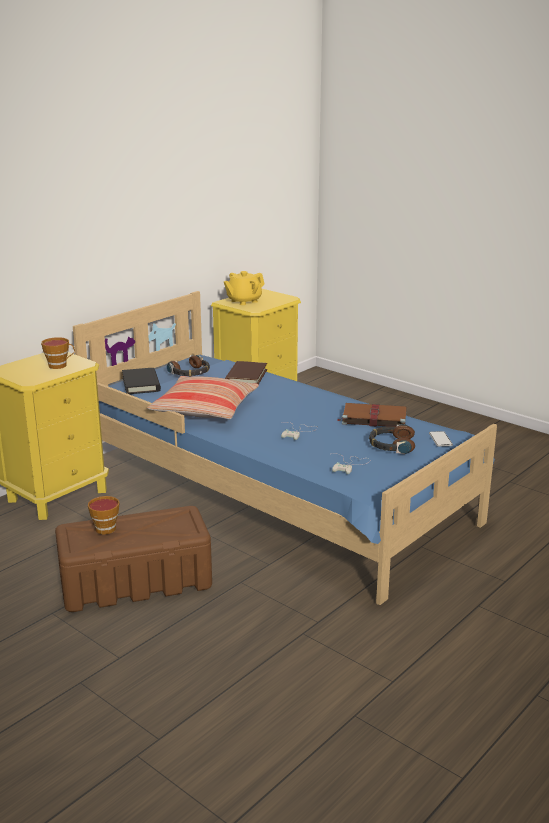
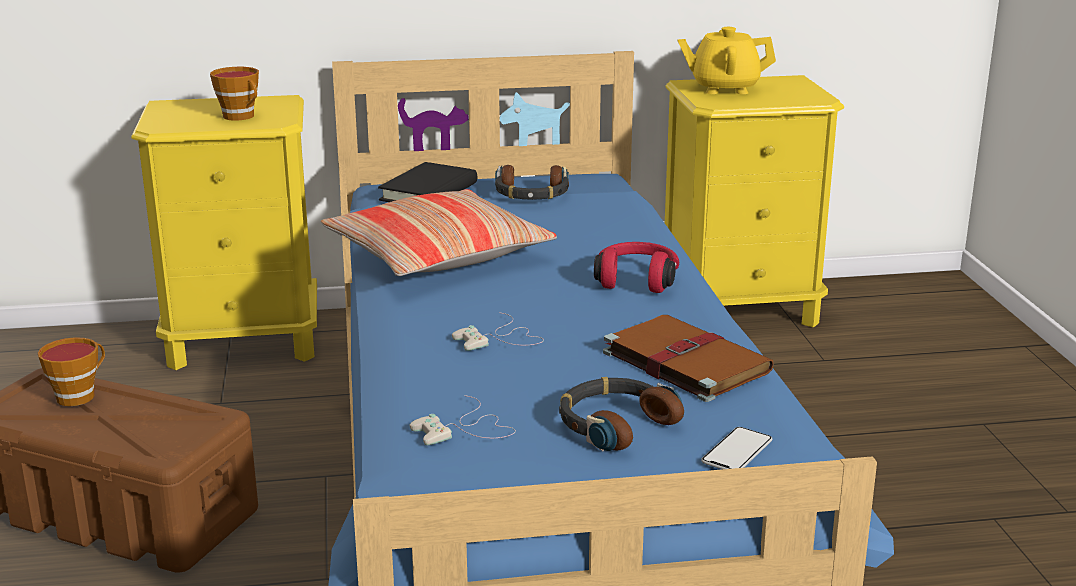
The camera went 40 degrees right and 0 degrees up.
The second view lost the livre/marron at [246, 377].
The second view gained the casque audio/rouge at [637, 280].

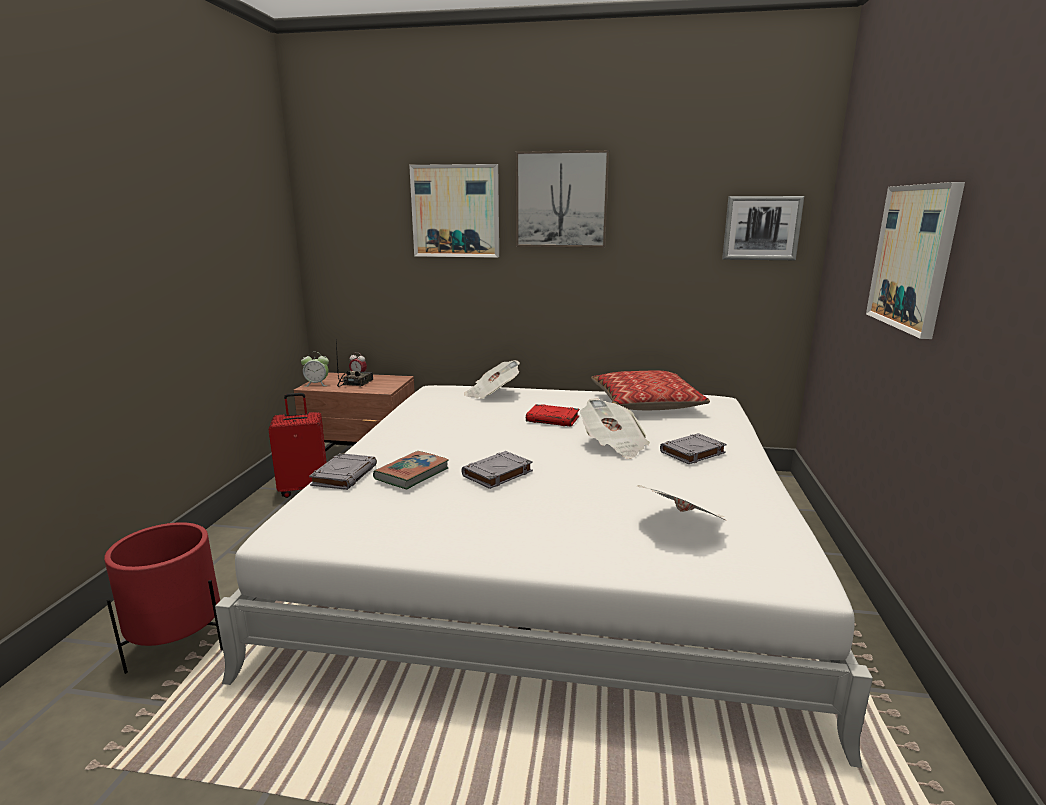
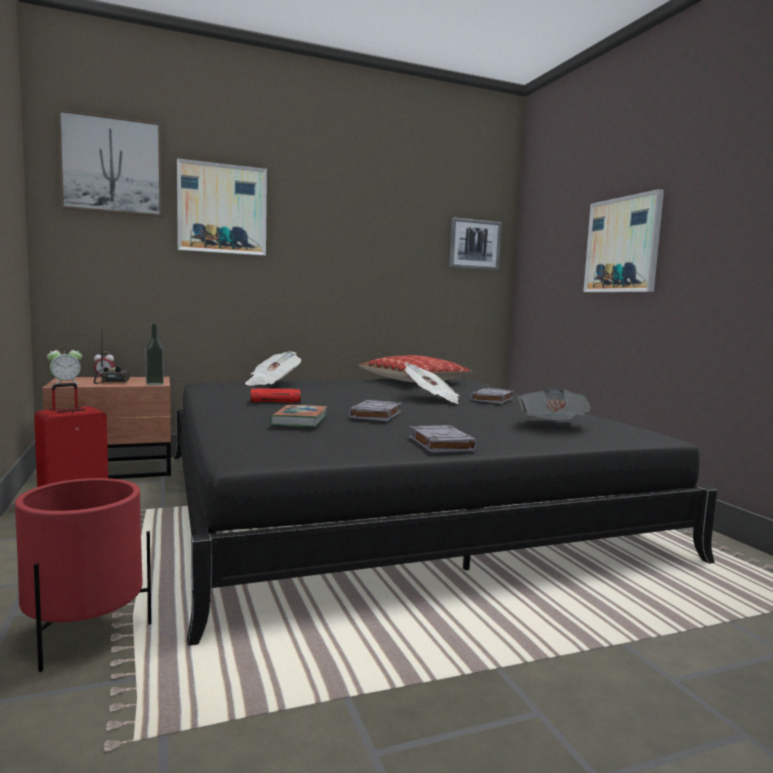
The camera went 30 degrees left and 10 degrees down.
The tableau ended up elsewhere, having gone from [561, 200] to [112, 165].
What was the lit/blanc at [553, 546] turned into the lit/noir at [387, 500].
The livre/rouge ended up elsewhere, having gone from [553, 419] to [276, 400].
The livre/gris ended up elsewhere, having gone from [344, 475] to [441, 444].
The second view gained the bouteille at [154, 384].

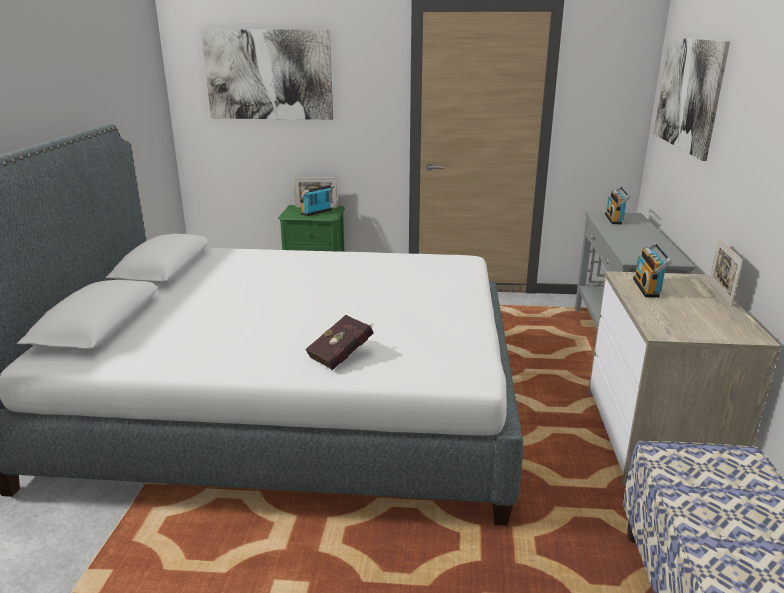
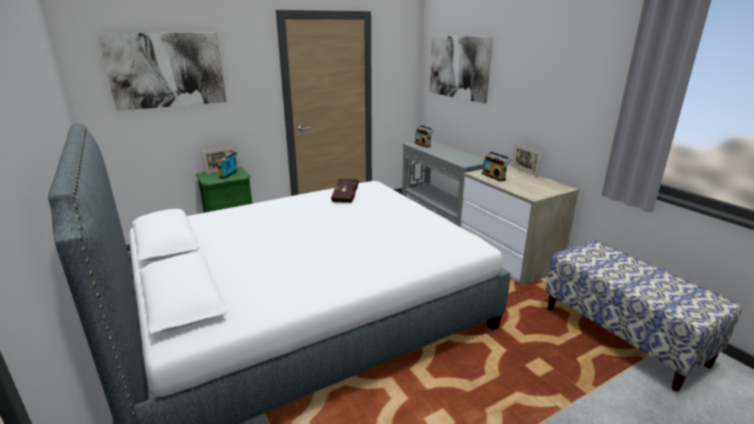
The camera went 35 degrees left and 0 degrees up.
The livre/rouge ended up elsewhere, having gone from [343, 355] to [346, 197].

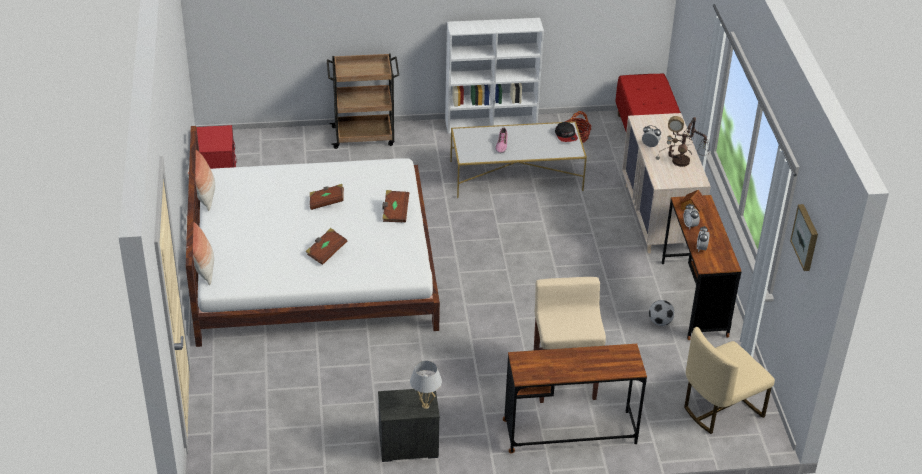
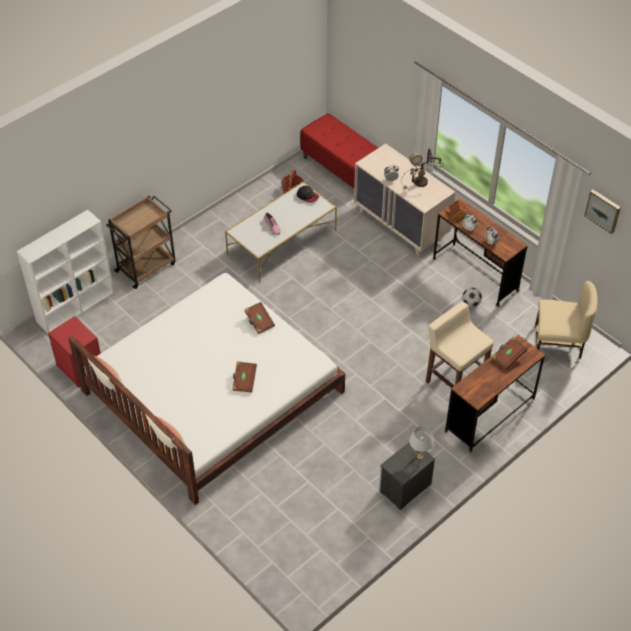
The camera went 35 degrees left and 10 degrees up.
The bibliothèque/blanc ended up elsewhere, having gone from [492, 124] to [76, 306].
The livre/marron ended up elsewhere, having gone from [326, 202] to [508, 357].
The chaise/beige at [720, 409] ended up facing another way, 105 degrees counterclockwise from before.

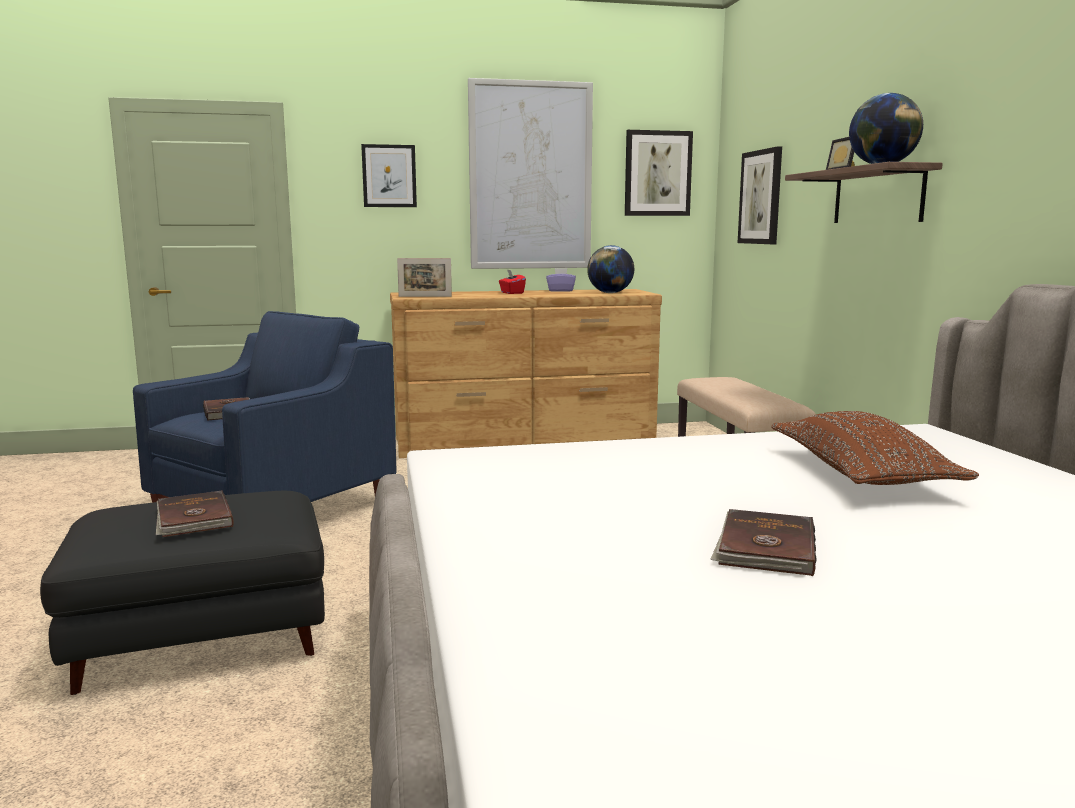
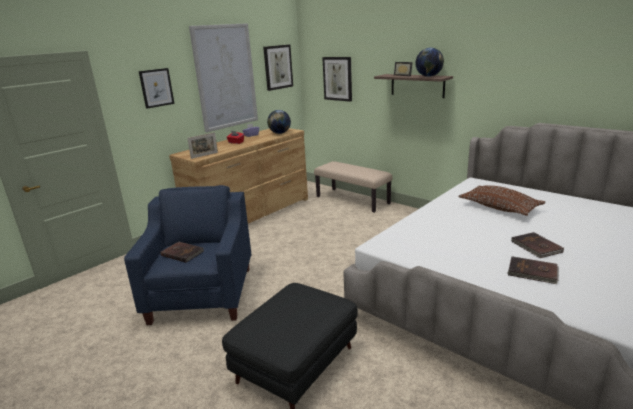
The camera went 35 degrees left and 10 degrees up.
The livre/marron ended up elsewhere, having gone from [193, 518] to [532, 272].

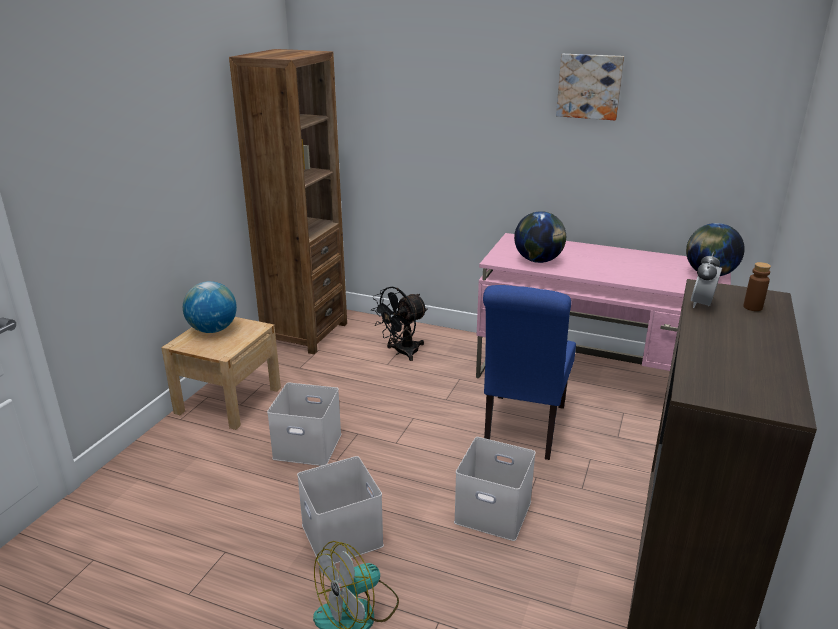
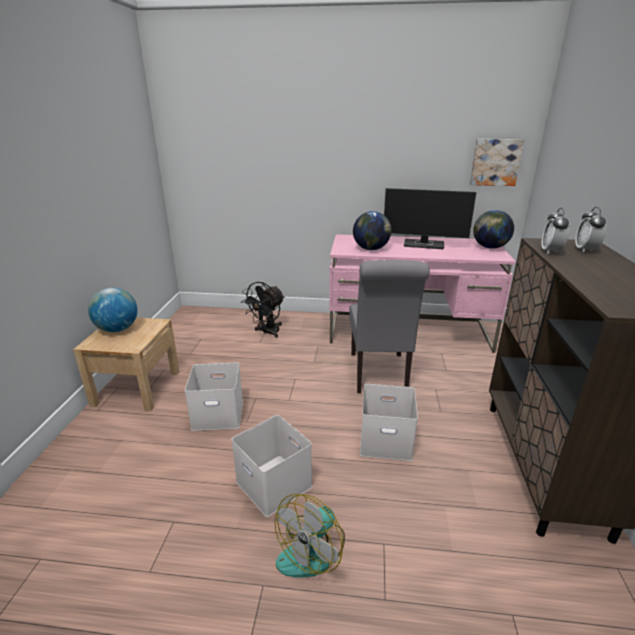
The camera went 15 degrees left and 0 degrees up.
The second view lost the bibliothèque/marron at [305, 333].
The tableau ended up elsewhere, having gone from [589, 86] to [495, 162].
Where the bouteille/marron stood at [752, 307], the réveil came to stand at [585, 250].
What was the chaise/bleu at [522, 430] turned into the chaise/gris at [379, 375].
The second view gained the écran d'ordinateur at [424, 244].

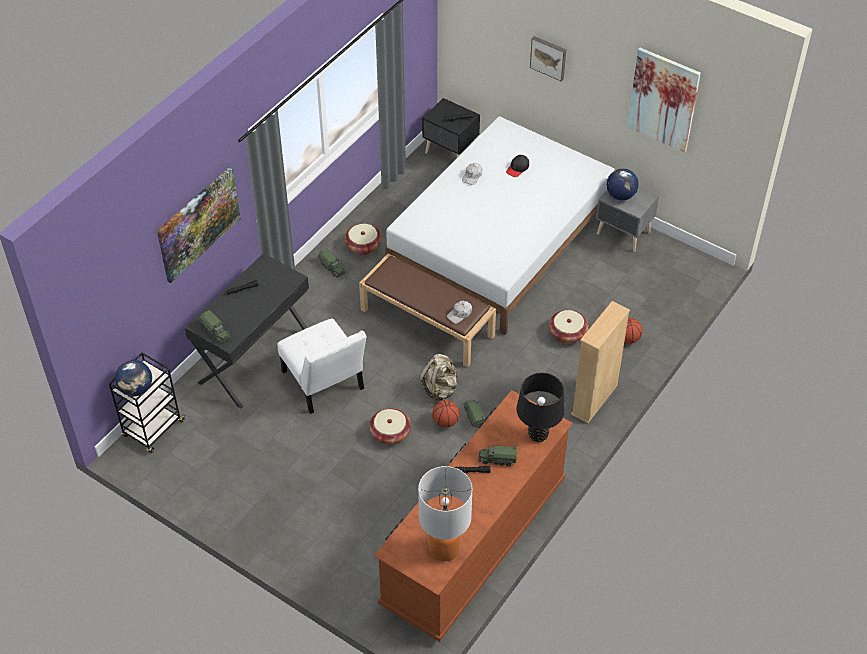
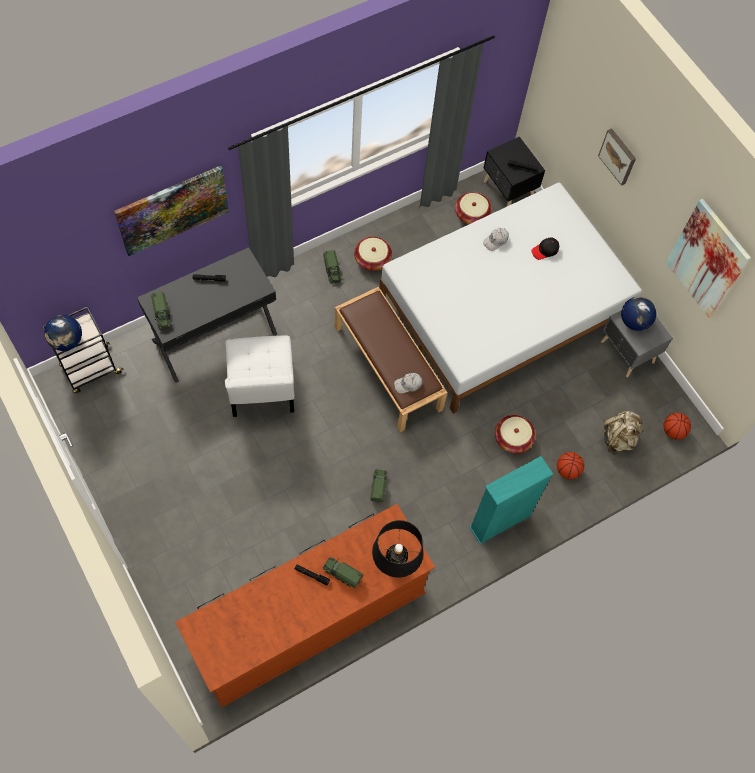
The camera went 20 degrees right and 15 degrees up.
What was the bibliothèque/beige at [594, 399] turned into the bibliothèque/turquoise at [500, 521].
The sac à dos/beige ended up elsewhere, having gone from [440, 389] to [618, 438].
The ballon de basket ended up elsewhere, having gone from [445, 422] to [673, 431].
The panier ended up elsewhere, having gone from [390, 433] to [472, 215].
The second view lost the lampe de table at [444, 548].

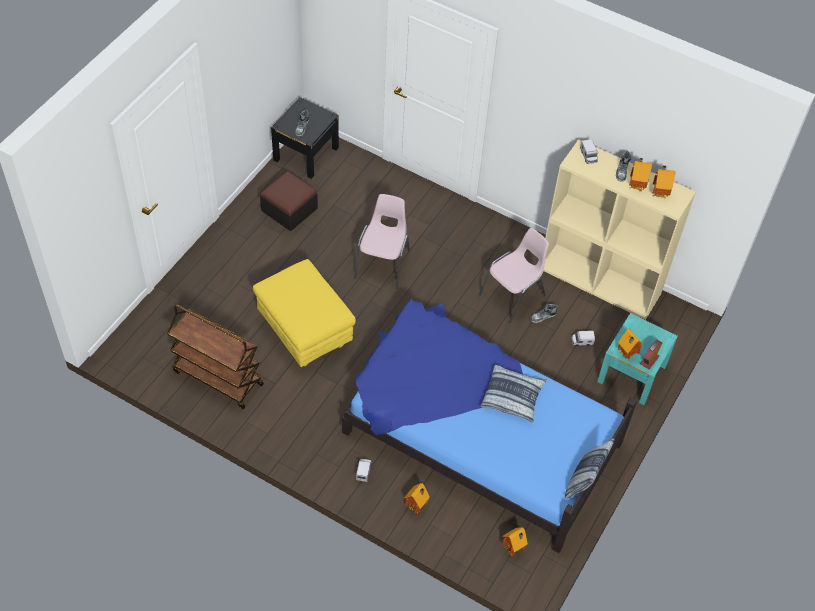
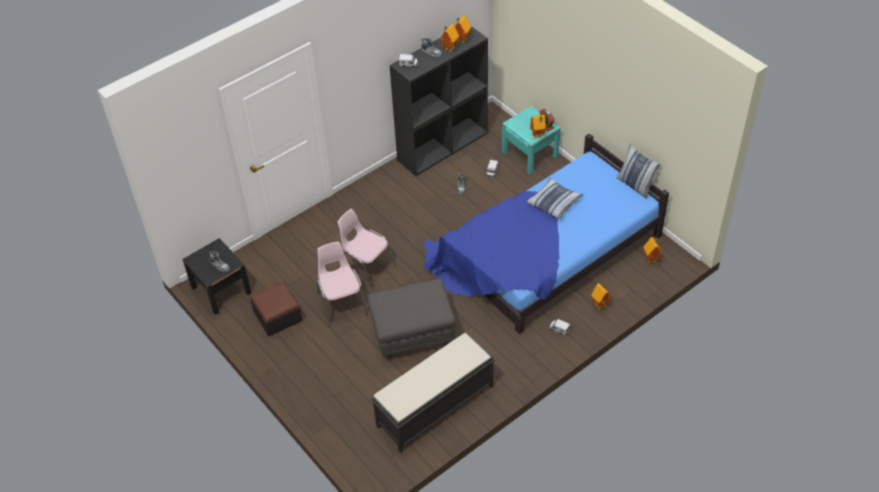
The camera went 65 degrees left and 5 degrees down.
What was the bibliothèque/beige at [601, 281] turned into the bibliothèque/noir at [443, 146].
The chaise/rose ended up elsewhere, having gone from [513, 295] to [342, 303].
What was the pouf/jaune at [304, 332] turned into the pouf/gris at [412, 336].
Where the chariot/marron stood at [217, 378], the banc/noir came to stand at [434, 406].

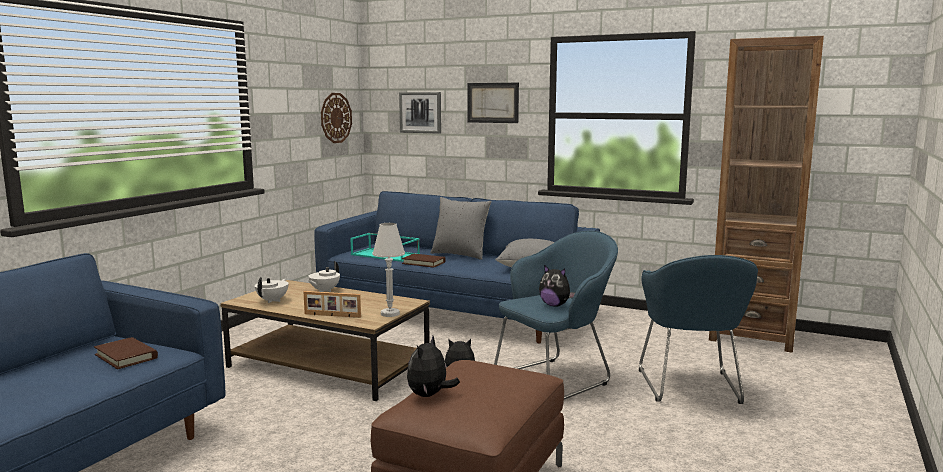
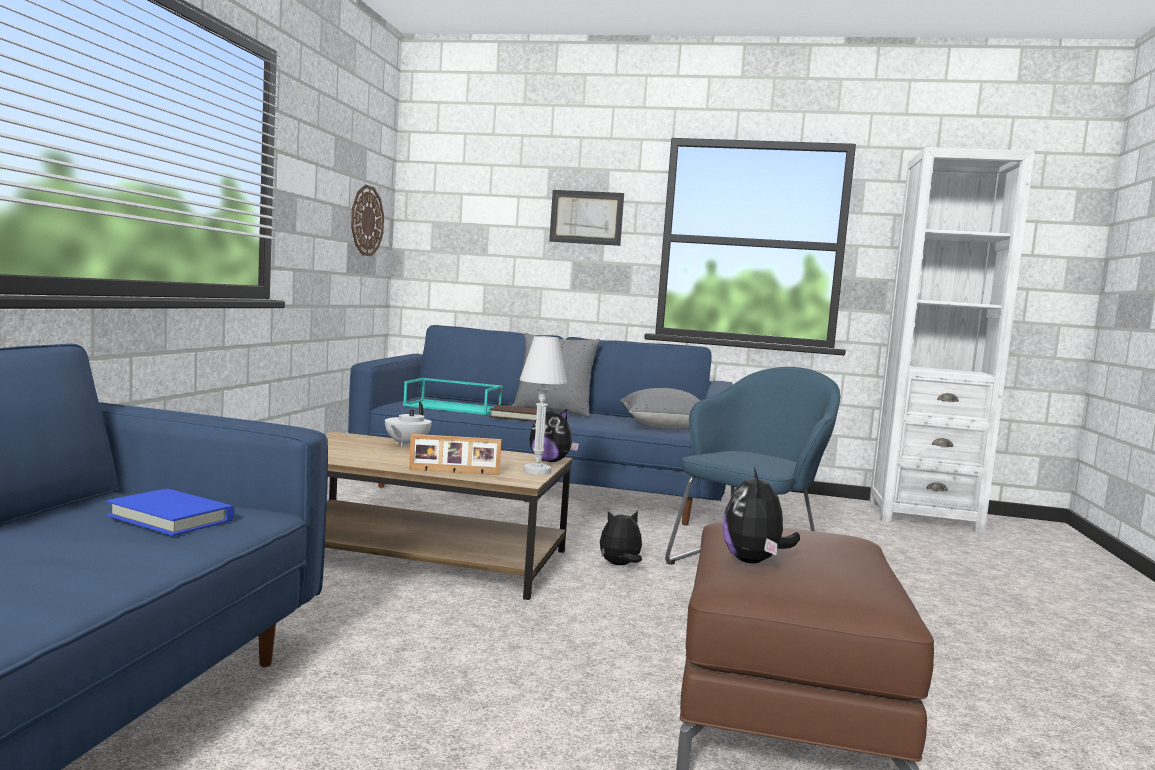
The camera went 15 degrees left and 5 degrees down.
What was the bibliothèque/marron at [752, 336] turned into the bibliothèque/blanc at [923, 516].
The second view lost the tableau at [420, 112].
The second view lost the fauteuil/bleu at [691, 388].
The peluche ended up elsewhere, having gone from [555, 305] to [550, 461].
The second view lost the théière/blanc at [273, 300].
What was the livre/marron at [126, 356] turned into the livre/bleu at [171, 518].

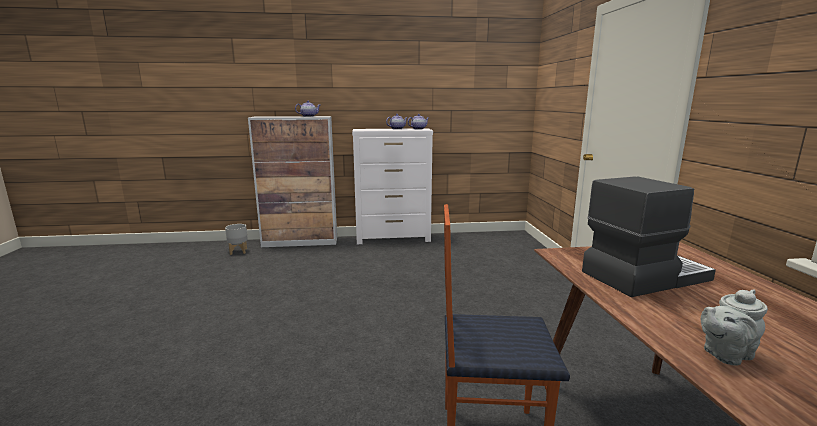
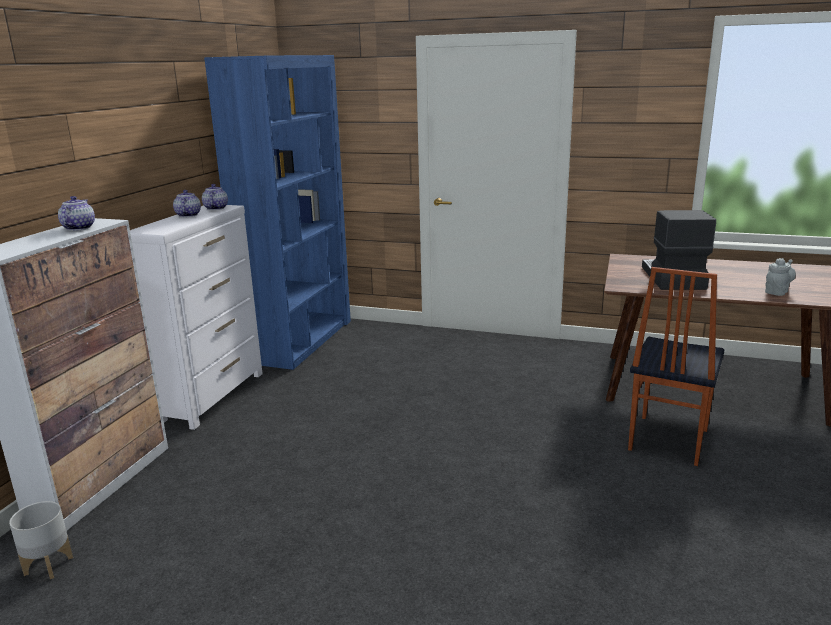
The camera went 65 degrees left and 5 degrees up.
The théière/gris at [725, 354] ended up facing another way, 135 degrees counterclockwise from before.
The second view gained the bibliothèque/bleu at [300, 340].

